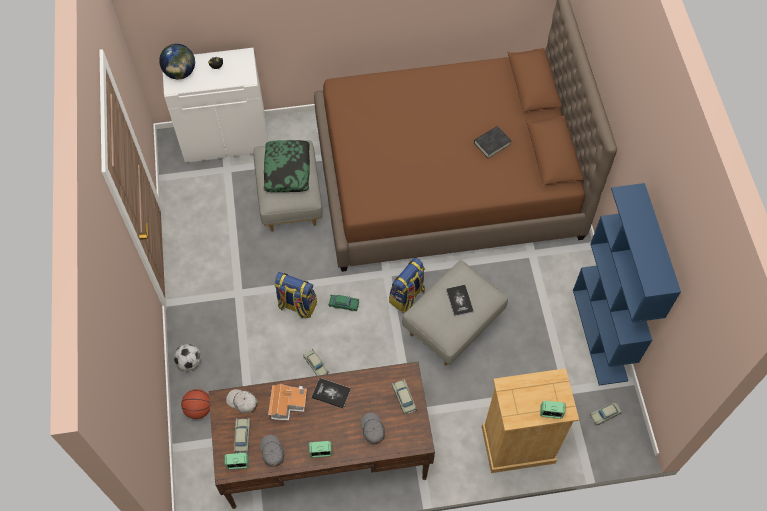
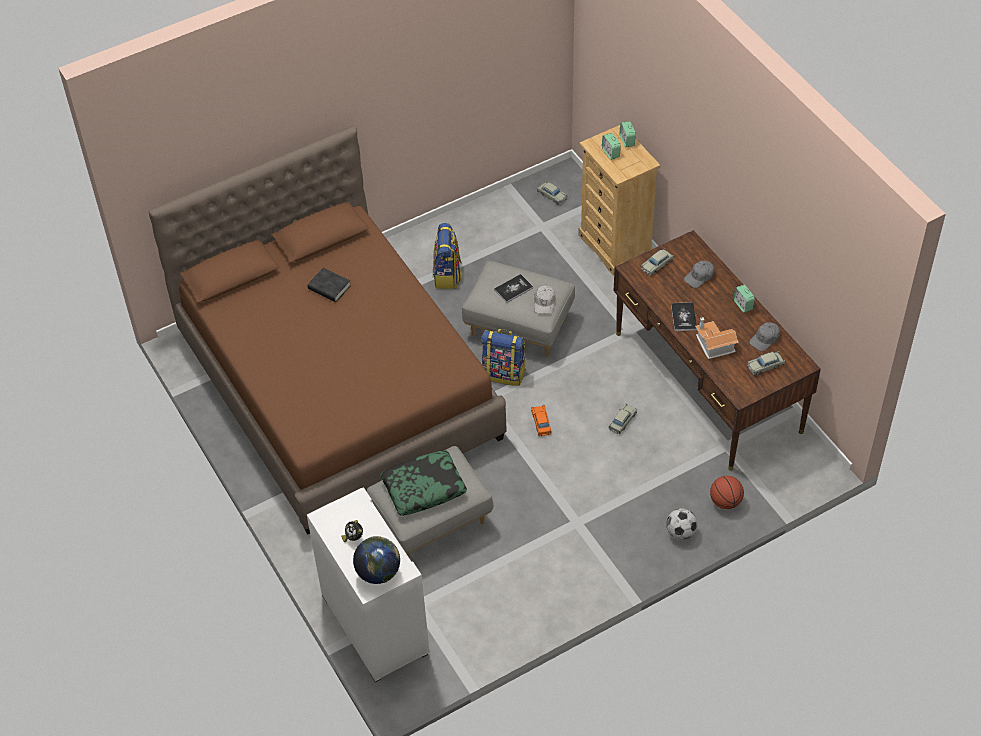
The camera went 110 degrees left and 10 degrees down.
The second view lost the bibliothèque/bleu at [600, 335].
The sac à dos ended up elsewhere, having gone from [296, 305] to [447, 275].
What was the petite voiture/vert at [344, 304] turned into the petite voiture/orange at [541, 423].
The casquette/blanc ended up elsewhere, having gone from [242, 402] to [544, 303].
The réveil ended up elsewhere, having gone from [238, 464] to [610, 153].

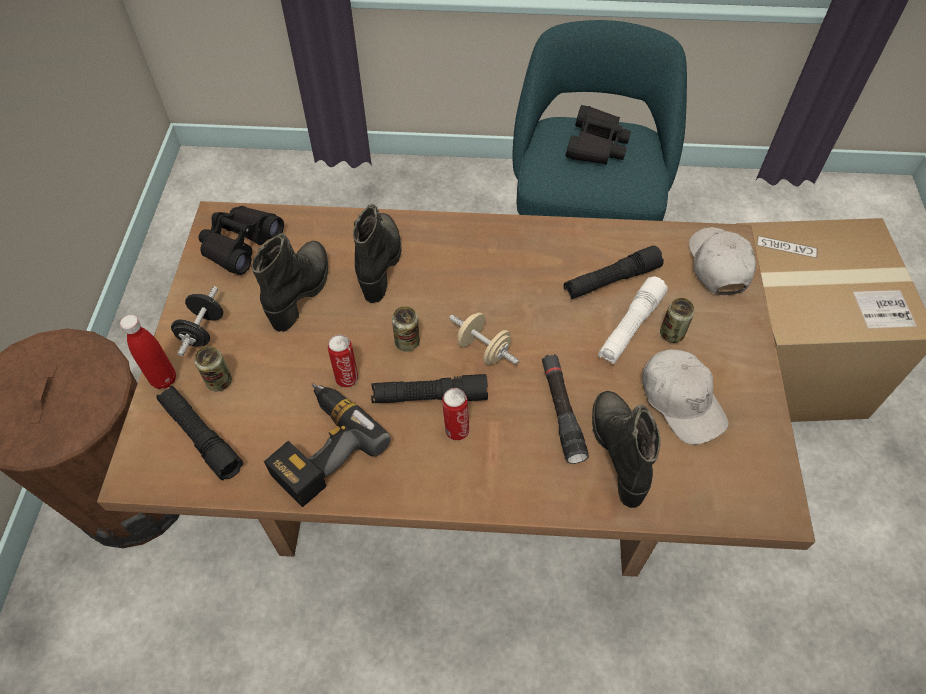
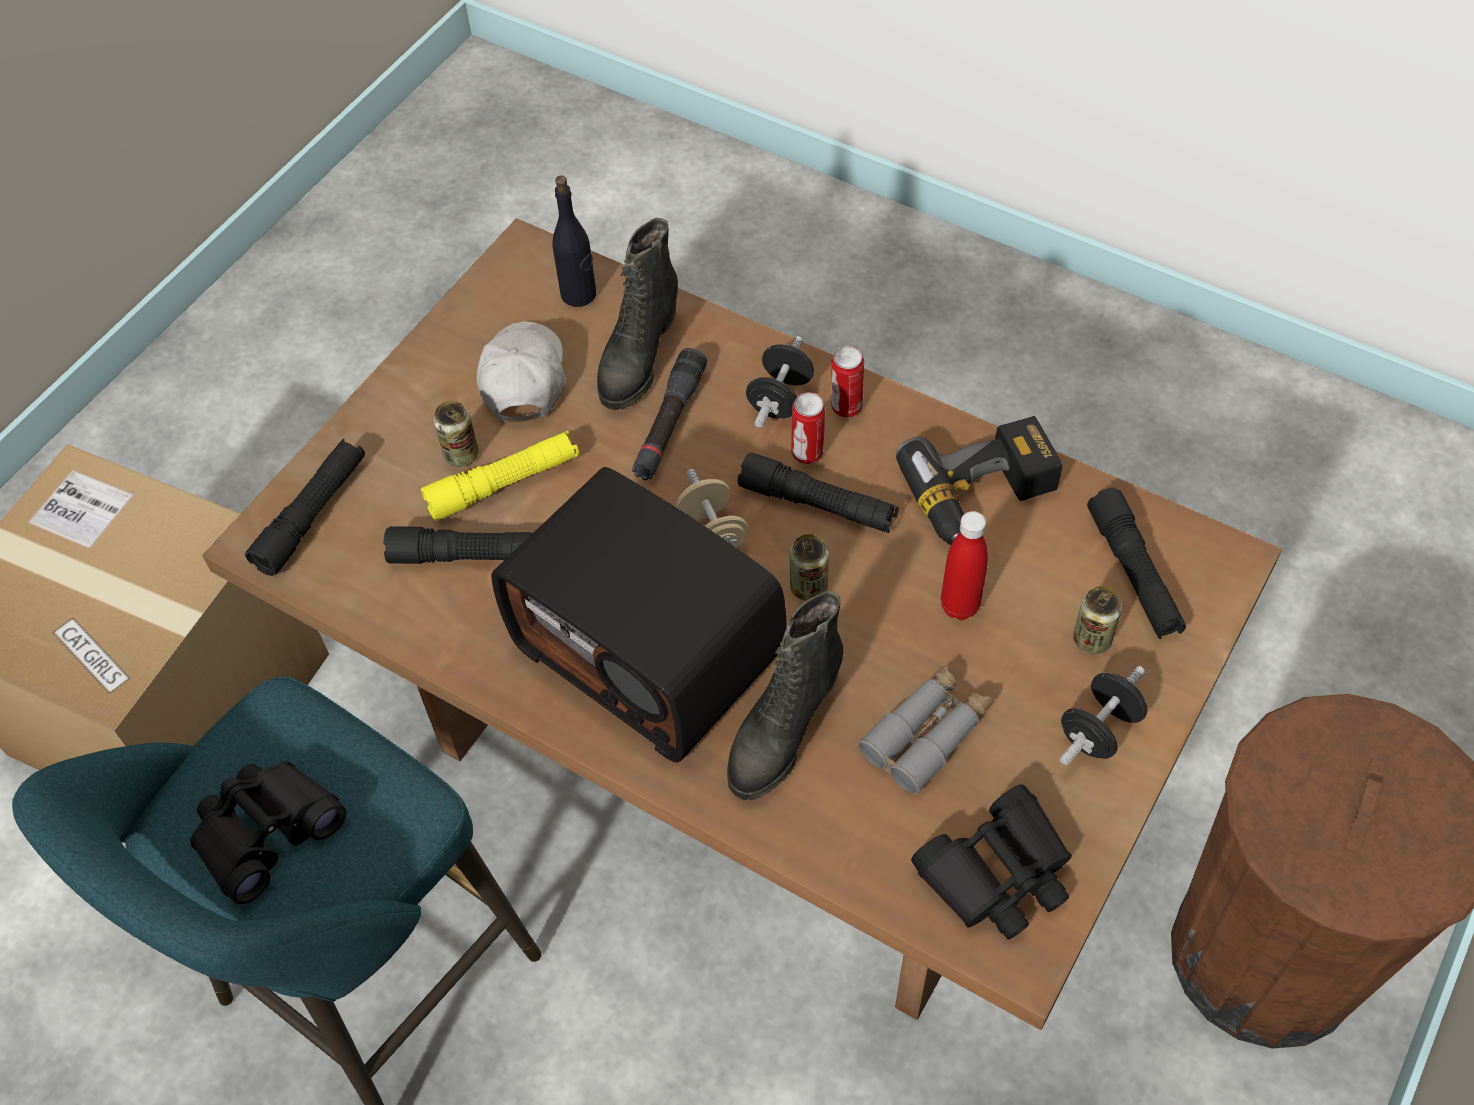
The camera went 150 degrees left and 0 degrees up.
Where the casquette/blanc stood at [718, 265], the lampe de poche/noir came to stand at [312, 514].
Where the botte/noir stood at [301, 291], the jumelles/gris came to stand at [927, 734].
What was the lampe de poche/blanc at [630, 327] turned into the lampe de poche/jaune at [504, 484].
The bouteille/rouge ended up elsewhere, having gone from [164, 379] to [959, 606].
The boîte métallique ended up elsewhere, having gone from [347, 377] to [846, 408].
The second view gained the bouteille/noir at [579, 294].
The second view gained the haltère/noir at [780, 399].
The second view gained the radio at [651, 649].

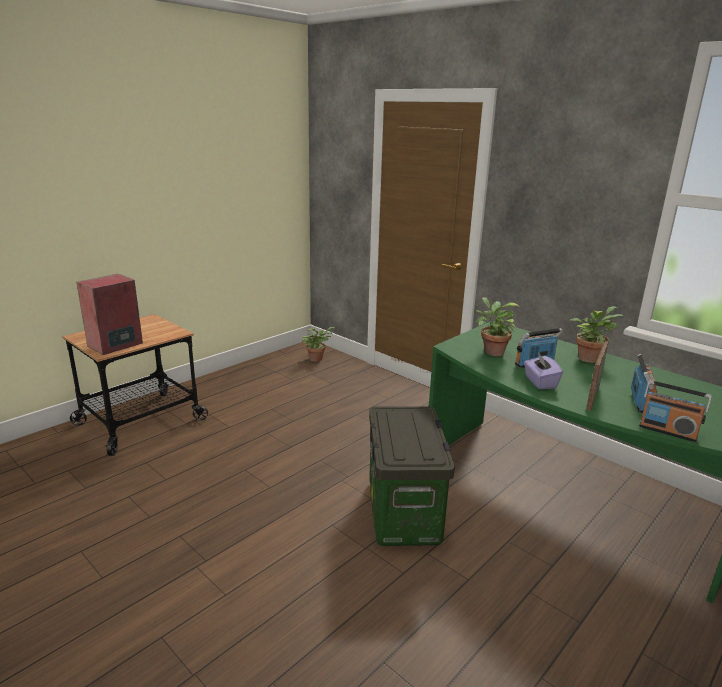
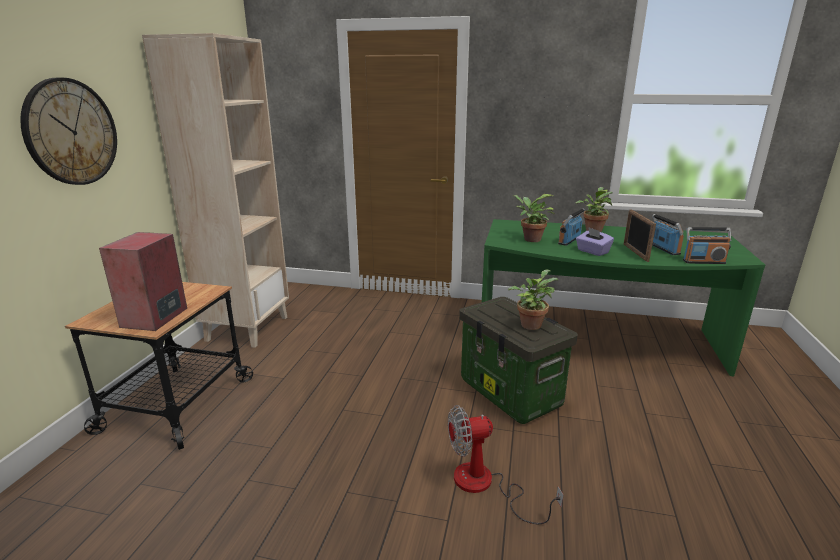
The camera went 30 degrees left and 0 degrees up.
The plante en pot ended up elsewhere, having gone from [317, 358] to [531, 324].
The second view gained the bibliothèque/beige at [247, 328].
The second view gained the horloge murale at [71, 132].
The second view gained the ventilateur at [485, 485].

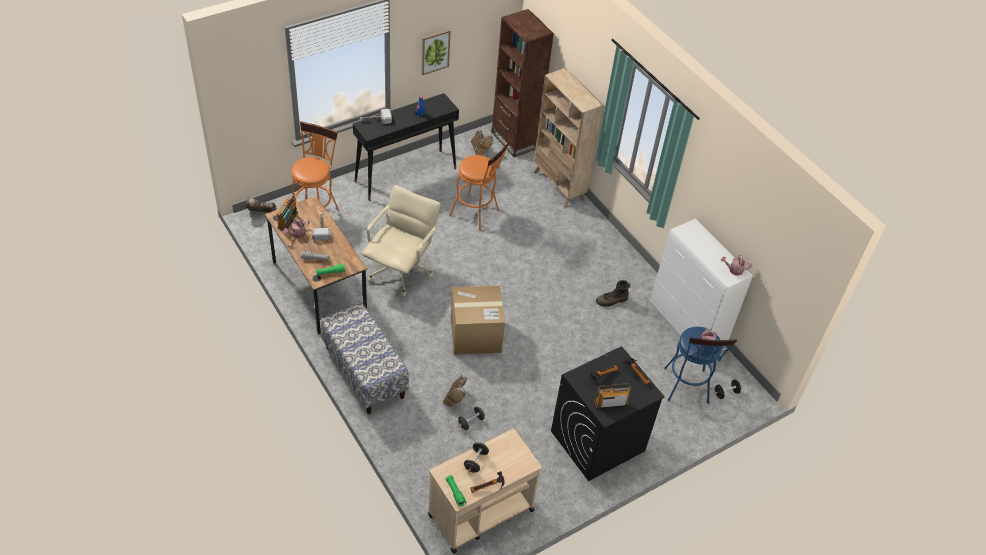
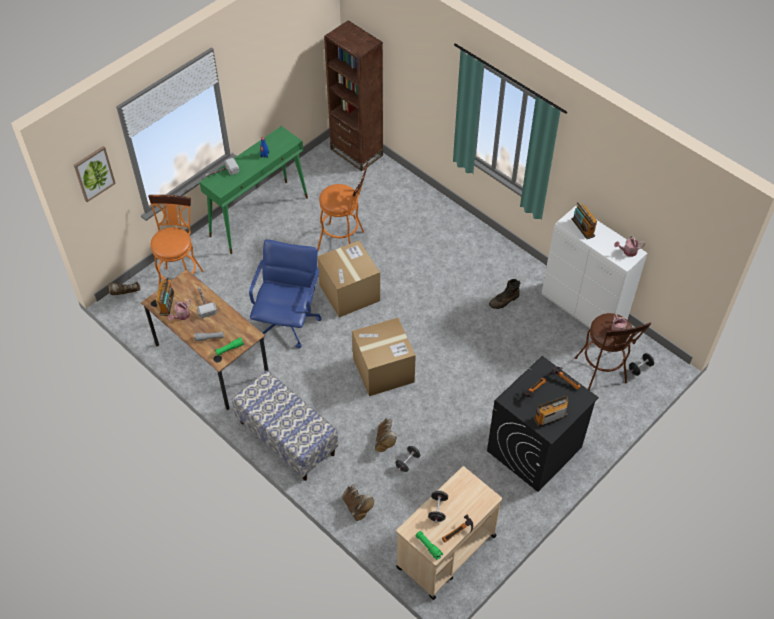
The camera went 10 degrees left and 5 degrees up.
The tableau ended up elsewhere, having gone from [435, 51] to [94, 173].
The second view lost the bibliothèque/beige at [558, 186].
What was the table console/noir at [406, 175] turned into the table console/vert at [259, 216].
The botte/marron ended up elsewhere, having gone from [480, 150] to [357, 508].
What was the chaise de bureau/beige at [401, 271] turned into the chaise de bureau/bleu at [288, 322].
What was the tabouret/bleu at [687, 389] turned into the tabouret/marron at [602, 374].
The second view gained the radio at [583, 227].
The second view gained the carton at [349, 293].

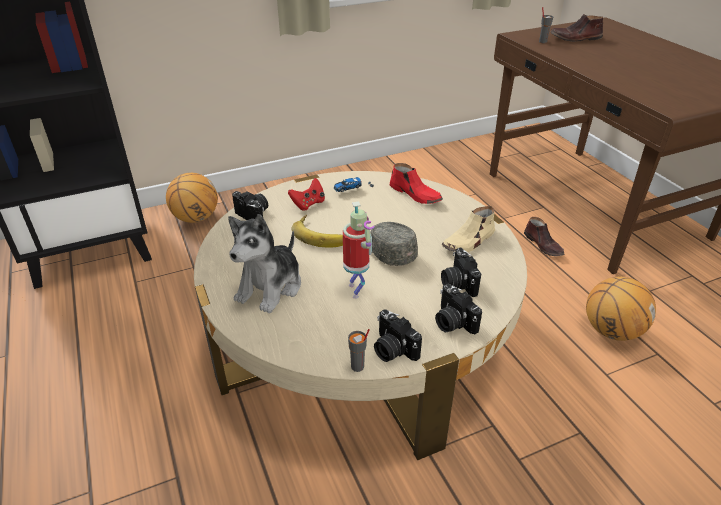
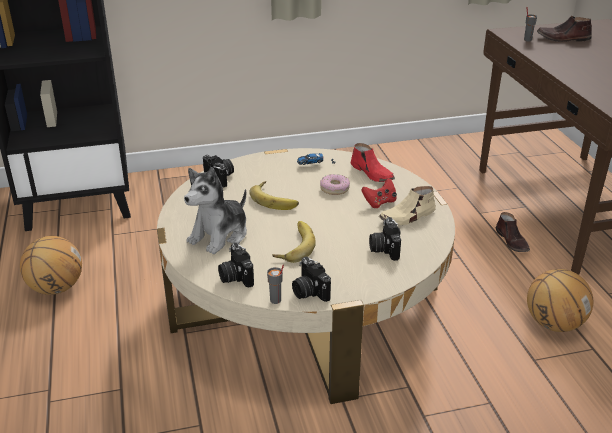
The camera went 10 degrees right and 5 degrees down.
The ballon de basket ended up elsewhere, having gone from [195, 218] to [56, 288].
The manette/rouge ended up elsewhere, having gone from [308, 204] to [380, 202].
Where the robot jouet stood at [357, 290], the banane came to stand at [293, 245].
The second view lost the casquette/gris at [389, 252].
The appareil photo ended up elsewhere, having gone from [452, 322] to [235, 276].
The second view gained the beignet at [334, 188].

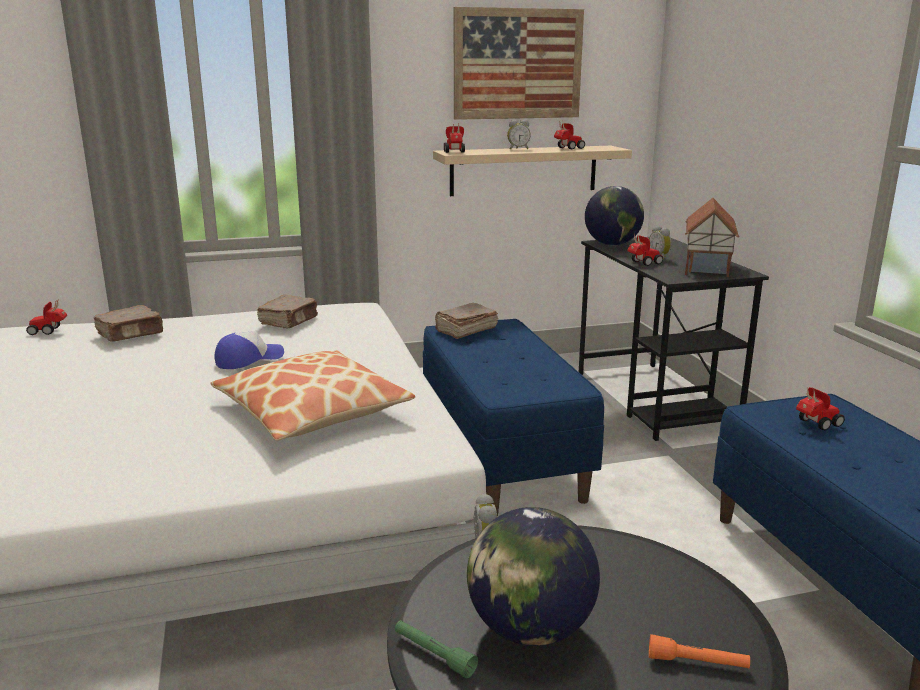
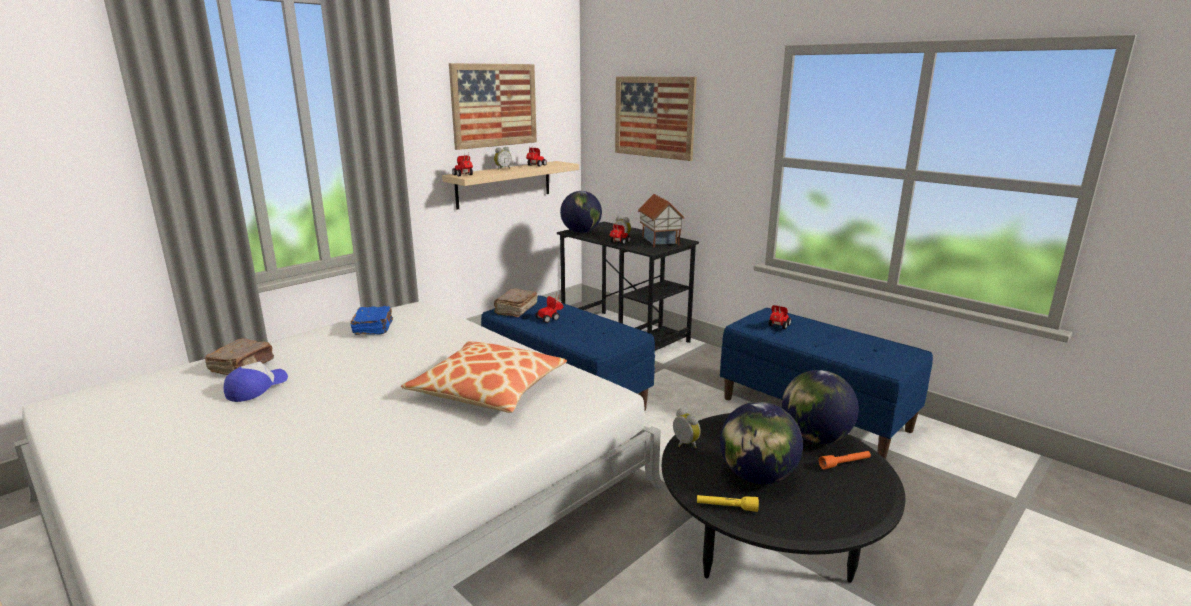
The camera went 30 degrees left and 0 degrees up.
What was the livre/marron at [289, 321] turned into the livre/bleu at [374, 328].
The petite voiture ended up elsewhere, having gone from [49, 331] to [550, 318].
The casquette ended up elsewhere, having gone from [249, 359] to [256, 388].
What was the lampe de poche/vert at [433, 654] turned into the lampe de poche/jaune at [726, 507].
The second view gained the tableau at [654, 117].
The second view gained the globe at [815, 438].

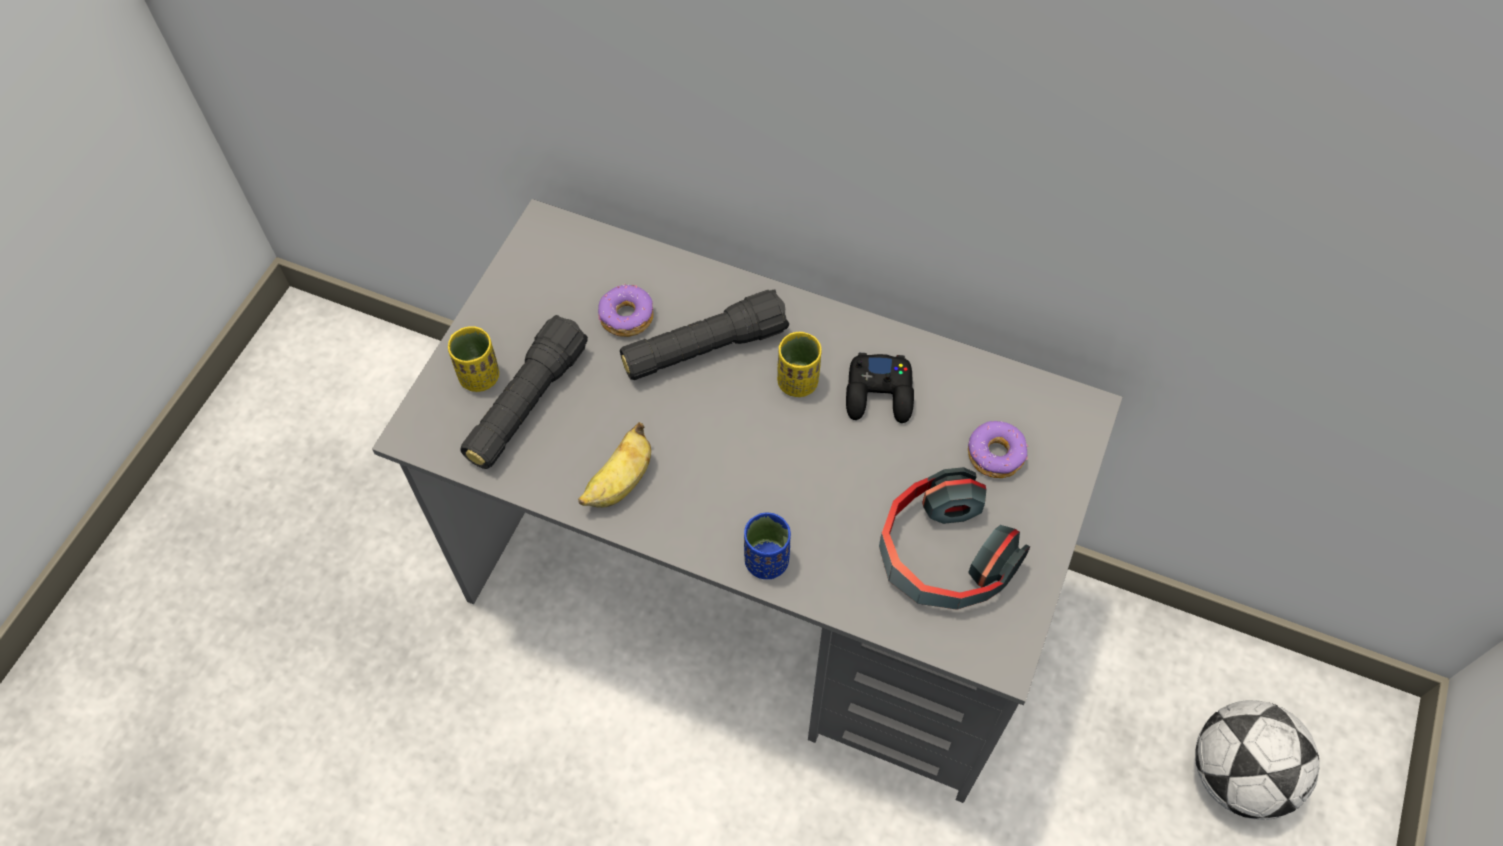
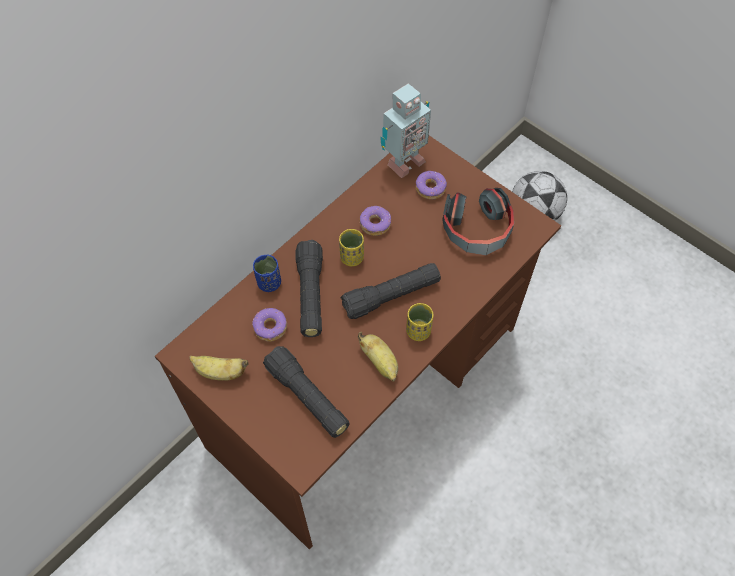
The camera went 70 degrees left and 0 degrees up.
What was the bureau/gris at [753, 593] turned into the bureau/marron at [366, 387].
The tasse/jaune ended up elsewhere, having gone from [480, 377] to [418, 331].
Where the manette/noir stood at [879, 394], the beignet came to stand at [375, 224].
The tasse/bleu ended up elsewhere, having gone from [766, 561] to [269, 283].
The second view gained the robot jouet at [403, 162].
The second view gained the lampe de poche/noir at [391, 296].
The second view gained the banane at [220, 372].

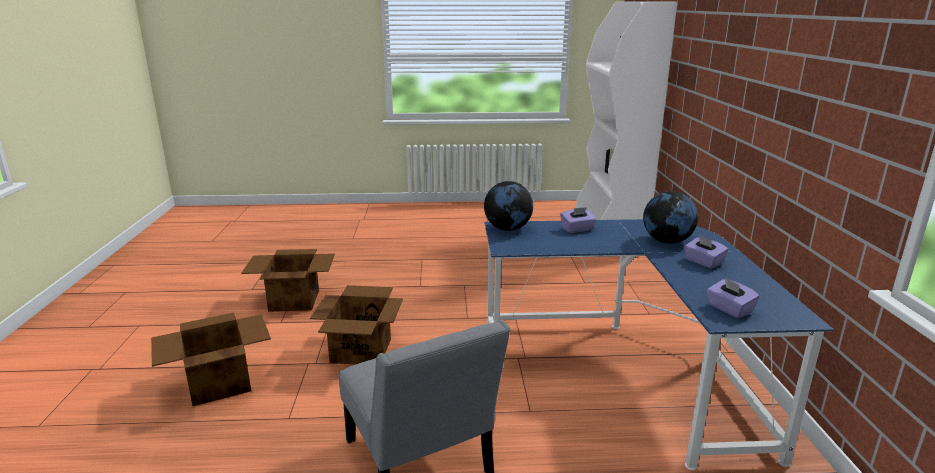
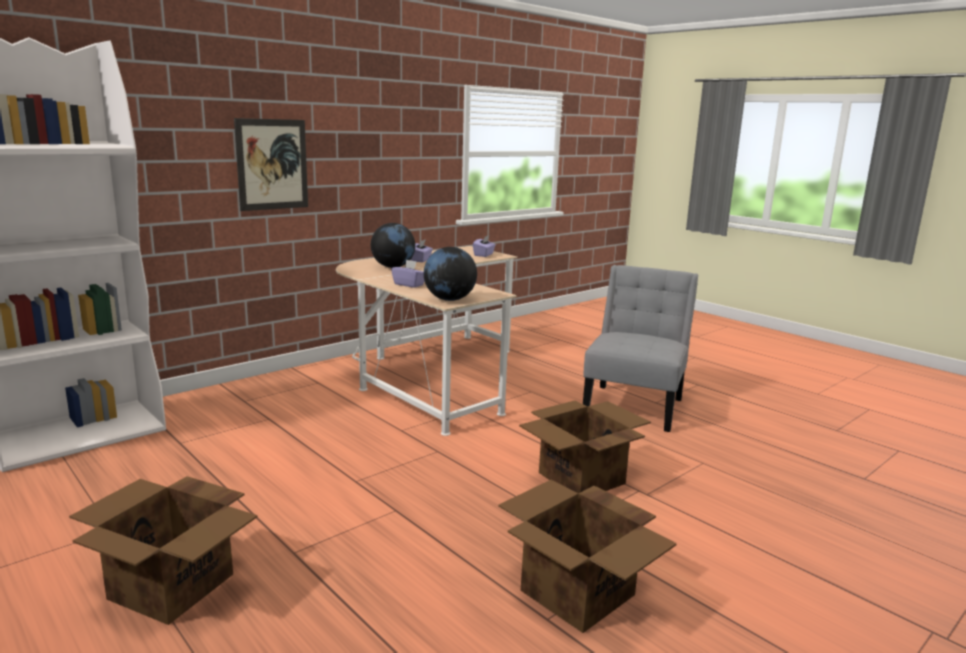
The camera went 130 degrees left and 5 degrees down.
What was the bureau/bleu at [629, 369] turned into the bureau/beige at [428, 375].
The carton ended up elsewhere, having gone from [218, 383] to [172, 587].
The second view gained the tableau at [272, 164].

